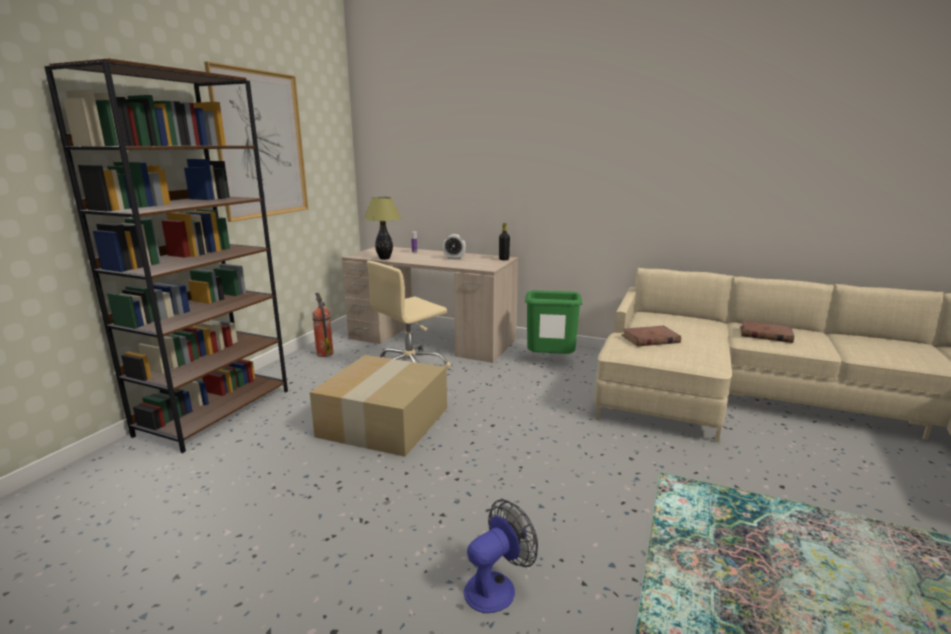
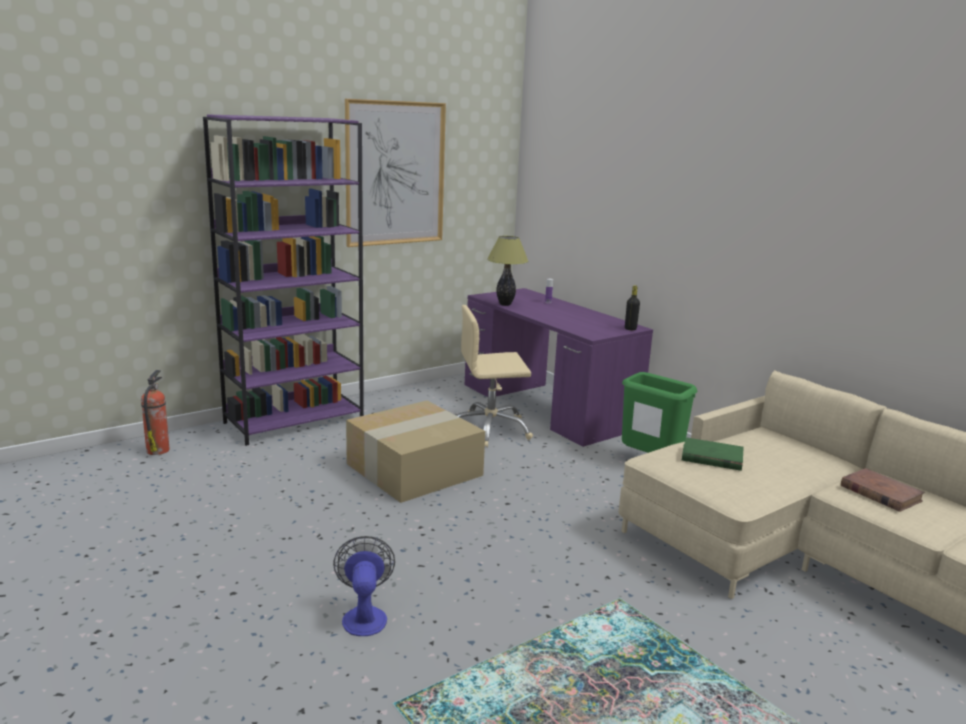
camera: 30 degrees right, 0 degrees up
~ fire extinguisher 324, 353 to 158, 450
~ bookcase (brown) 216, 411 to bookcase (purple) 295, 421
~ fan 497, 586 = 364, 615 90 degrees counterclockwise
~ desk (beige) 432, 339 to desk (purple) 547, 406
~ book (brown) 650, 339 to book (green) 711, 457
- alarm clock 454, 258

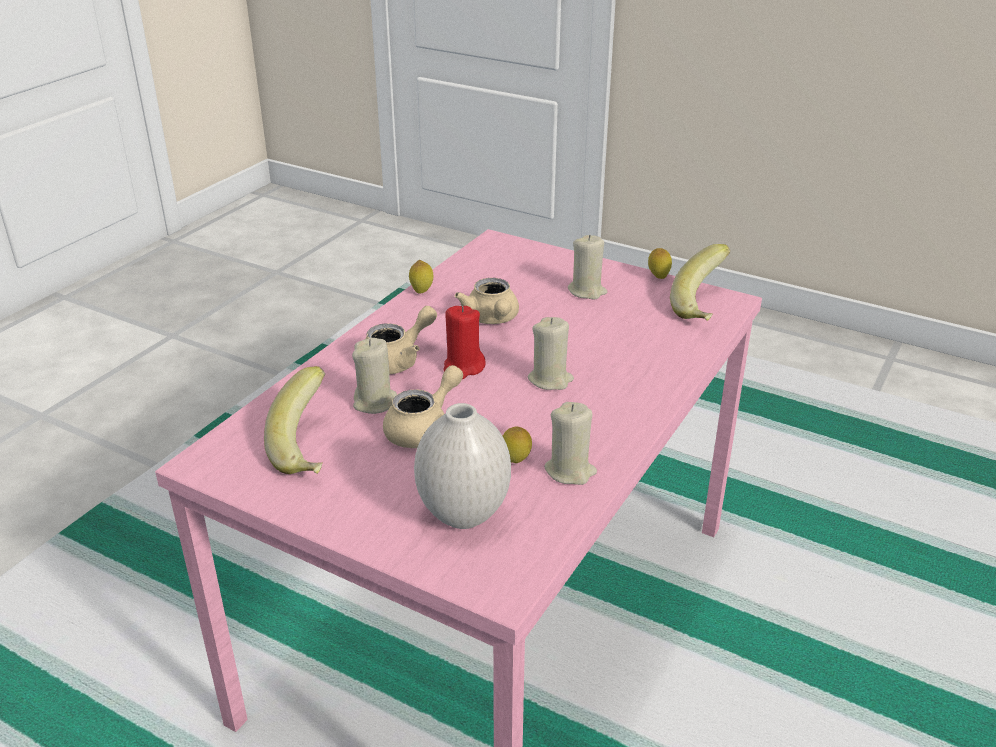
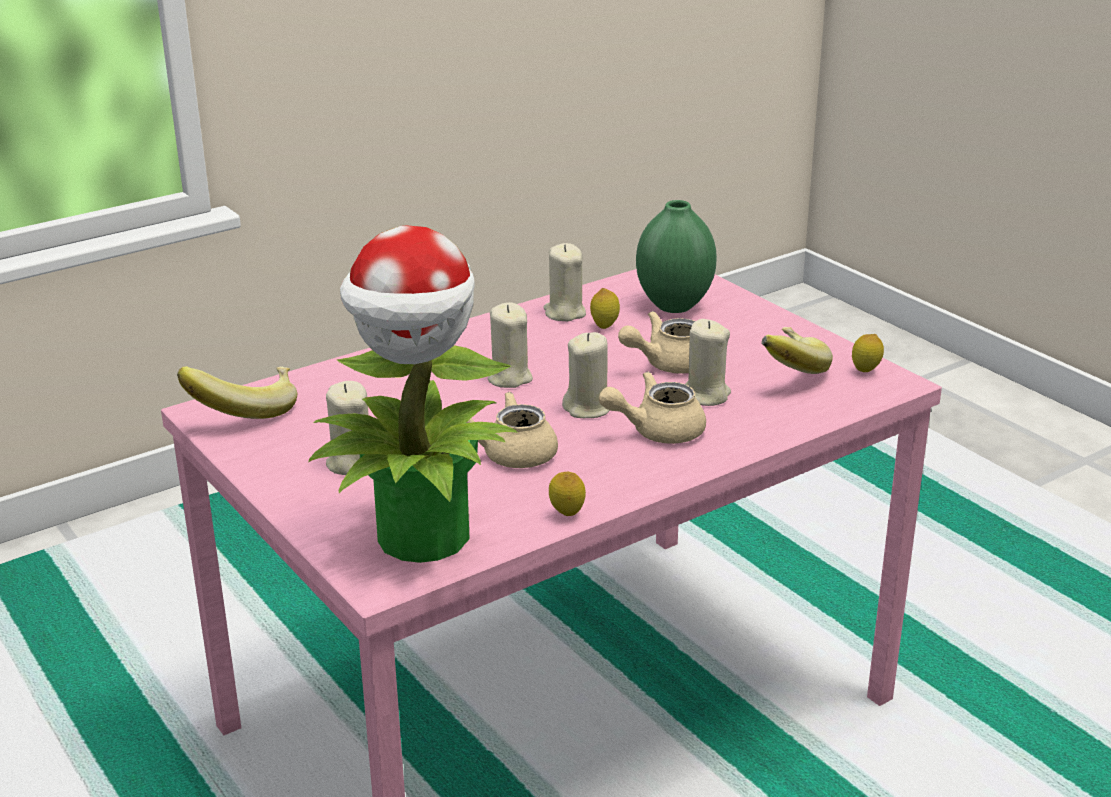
camera: 155 degrees left, 5 degrees down
+ potted plant 424, 538
~ teapot (beige) 492, 319 = 508, 453 105 degrees counterclockwise
~ candle (red) 463, 367 to candle (beige) 588, 408
~ vase (white) 464, 516 to vase (green) 674, 305
~ lemon 658, 277 to 865, 372

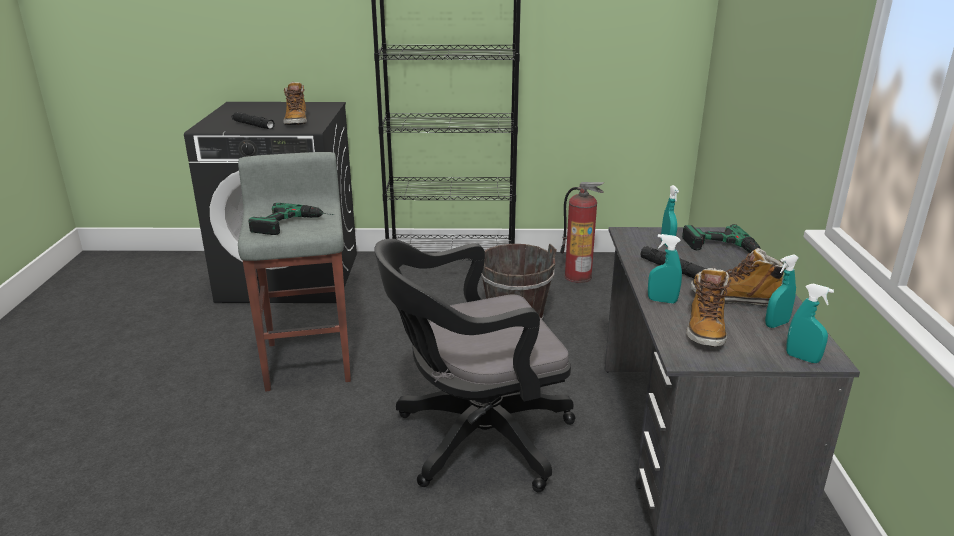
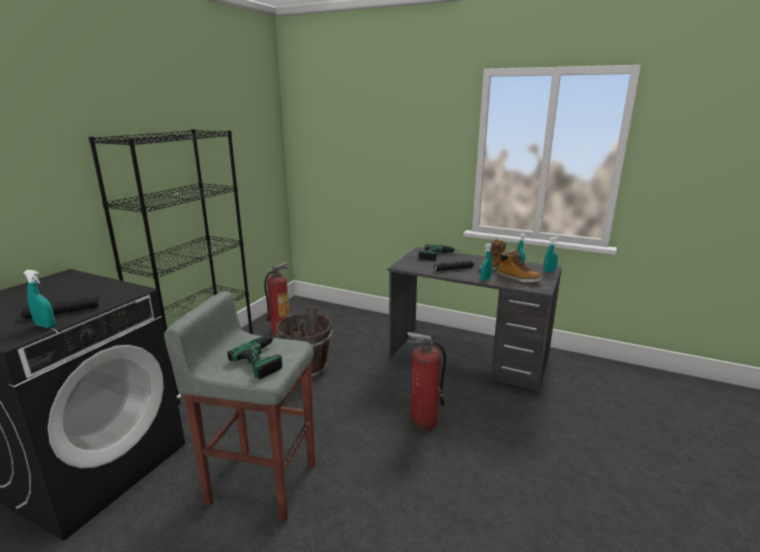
camera: 65 degrees left, 5 degrees down
~ spray bottle (turquoise) 667, 244 to 45, 326
~ office chair (black) 474, 439 to fire extinguisher 423, 422
- boot 296, 121

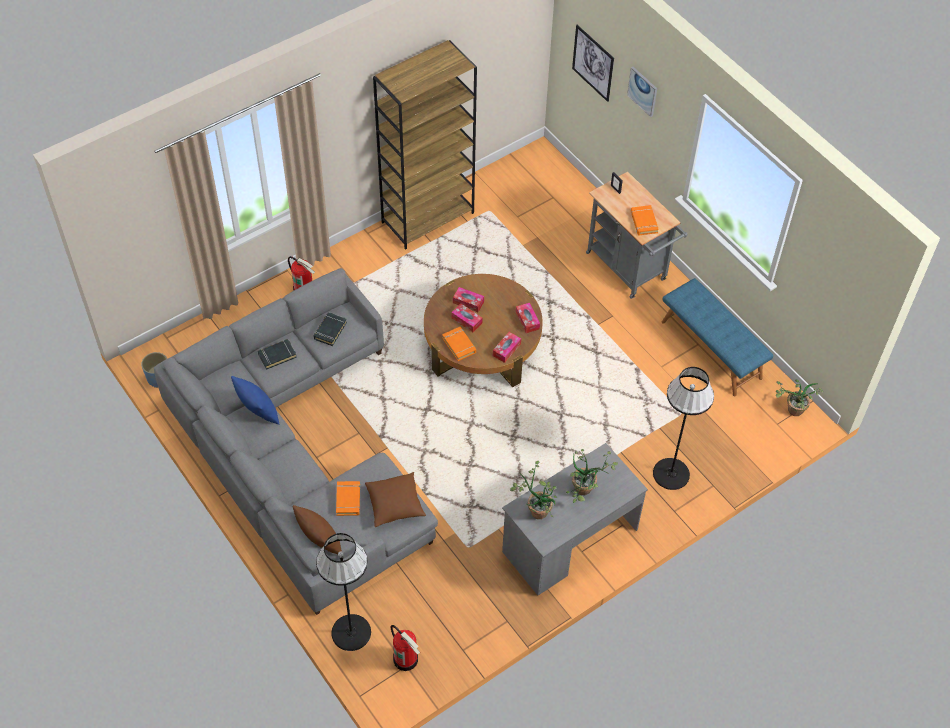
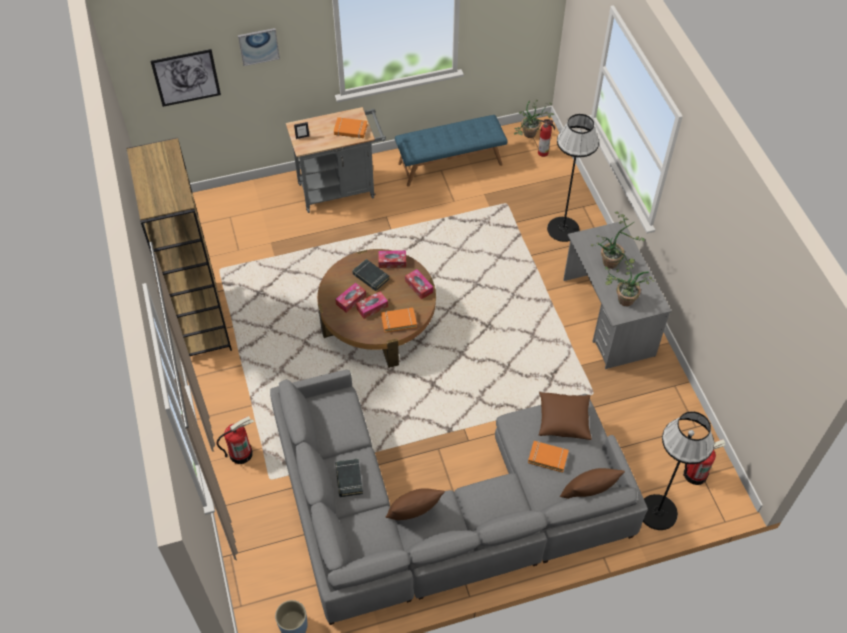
camera: 70 degrees left, 0 degrees up
~ book (black) 330, 330 to 370, 277
~ pillow (blue) 258, 413 to pillow (brown) 414, 515
+ fire extinguisher 543, 153

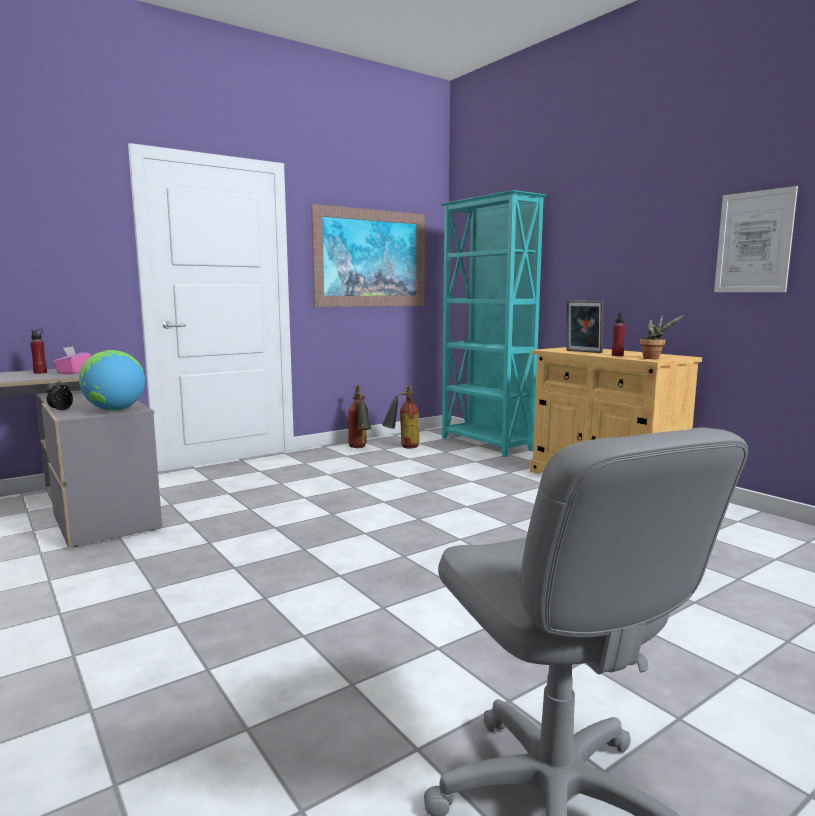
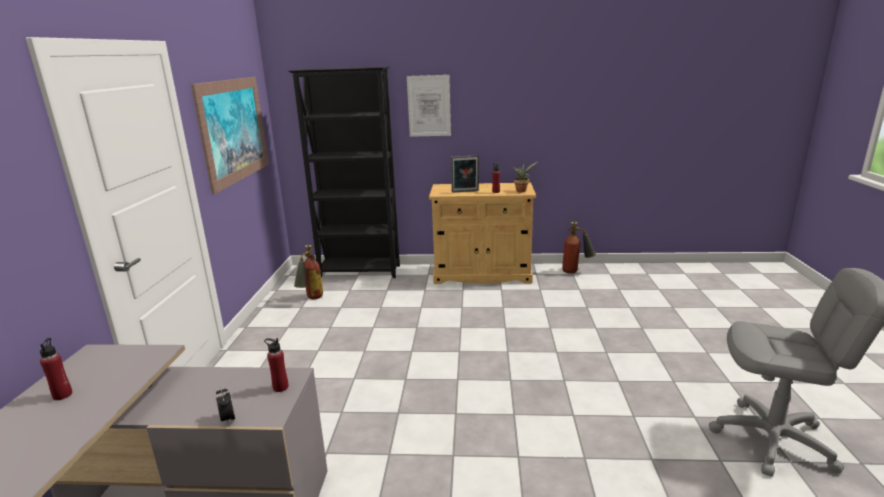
camera: 50 degrees left, 10 degrees up
~ globe 115, 410 to bottle (red) 280, 387
~ bookcase (turquoise) 485, 444 to bookcase (black) 360, 272
~ picture 754, 242 to 429, 106
~ fire extinguisher 359, 448 to 576, 271
- tissue box (pink) 73, 372

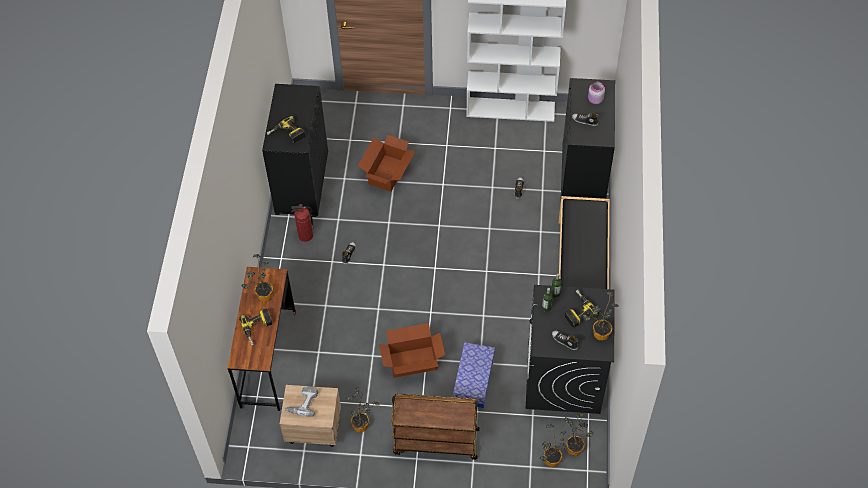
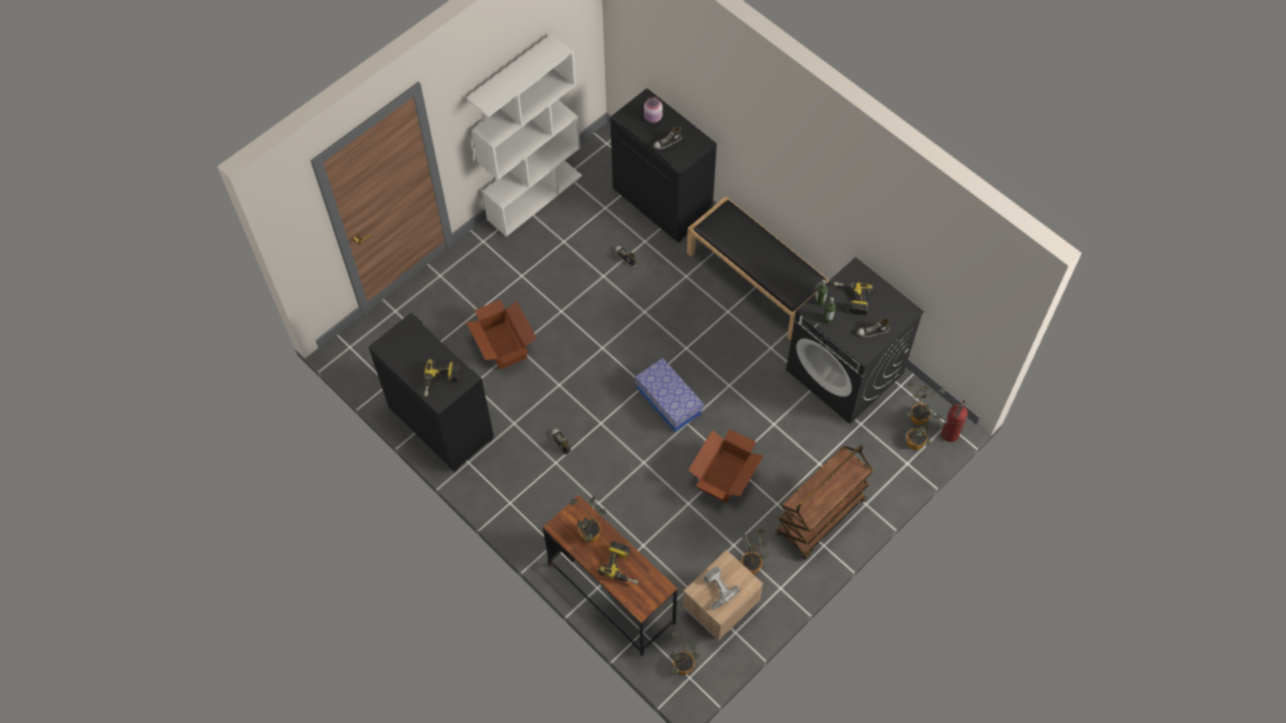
camera: 50 degrees left, 5 degrees up
~ storage box 474, 380 to 668, 401
~ potted plant 598, 333 to 681, 668
~ fire extinguisher 305, 236 to 950, 434

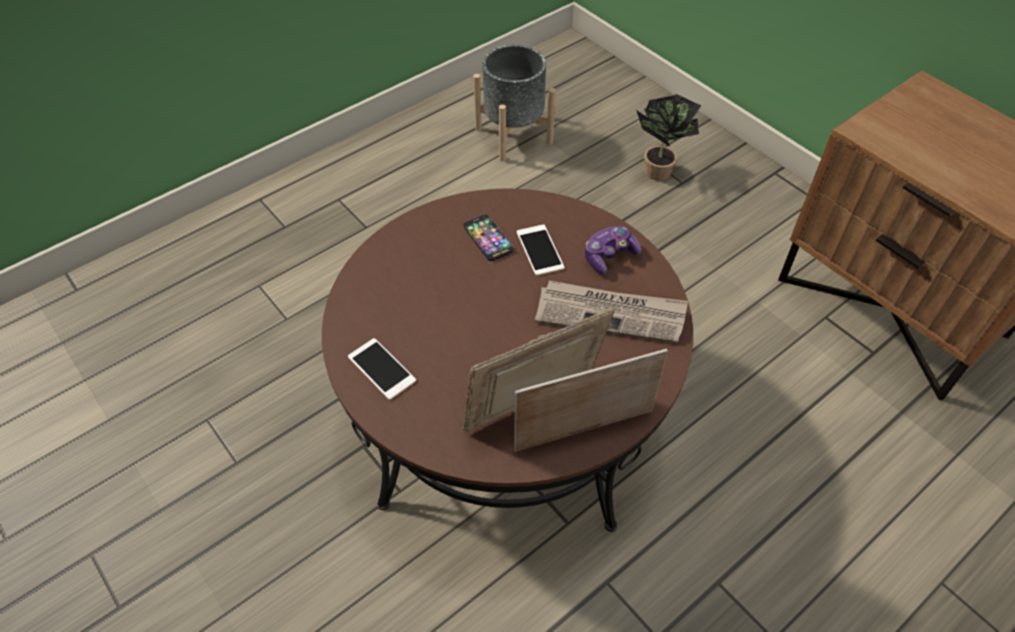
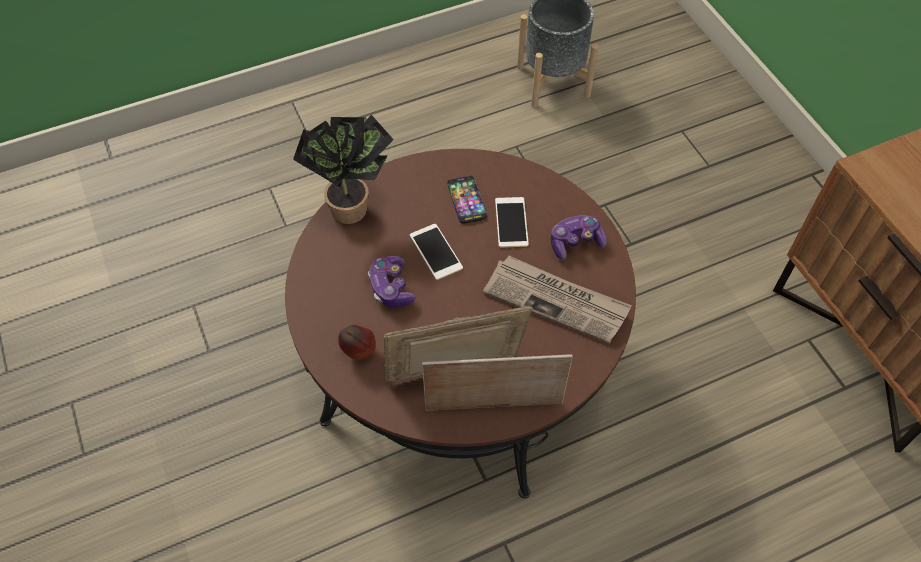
camera: 15 degrees right, 5 degrees up
~ potted plant 658, 168 to 352, 206
+ apple 359, 352
+ game controller 391, 288
~ phone 381, 369 to 436, 251

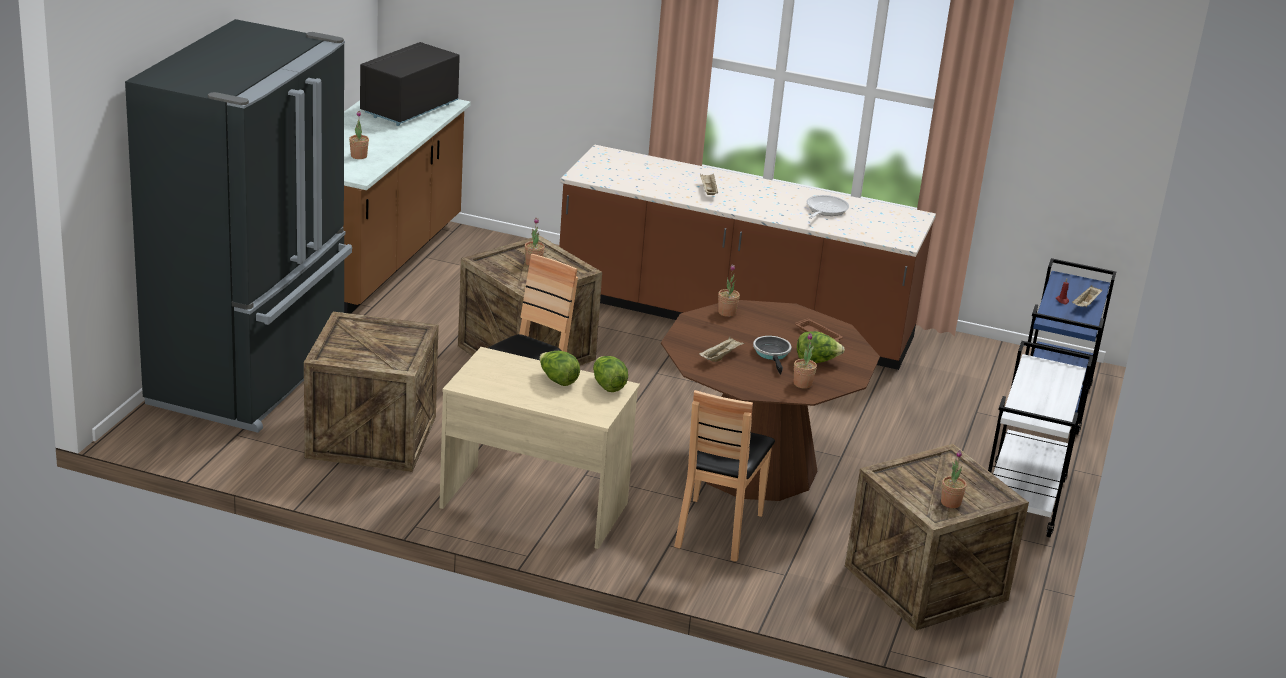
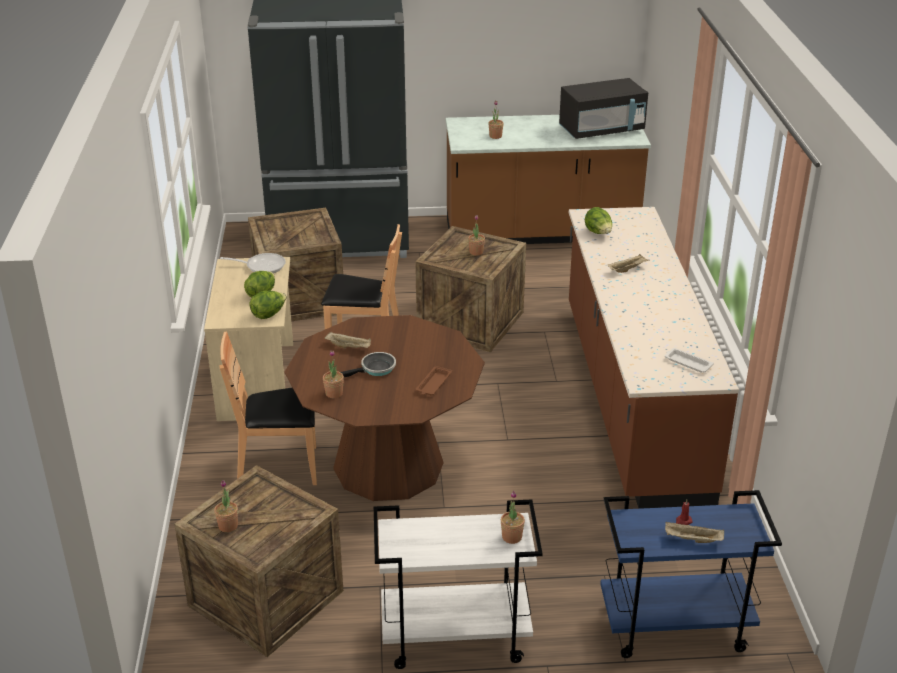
camera: 70 degrees right, 5 degrees up
~ frying pan 825, 210 to 262, 266
~ potted plant 726, 312 to 512, 537
~ microwave (black) 409, 109 = 601, 130 150 degrees clockwise
~ lettuce 816, 361 to 598, 233
+ tray (white) 687, 363

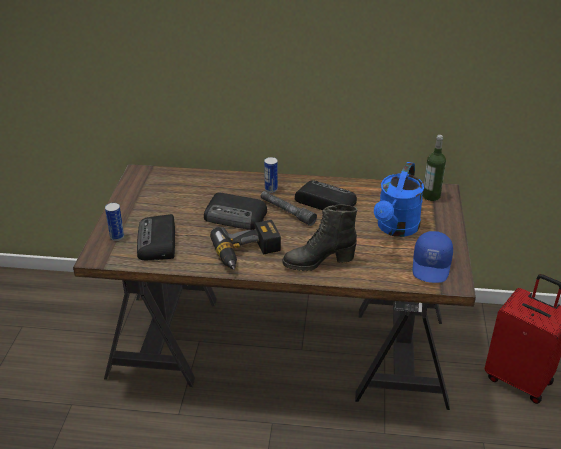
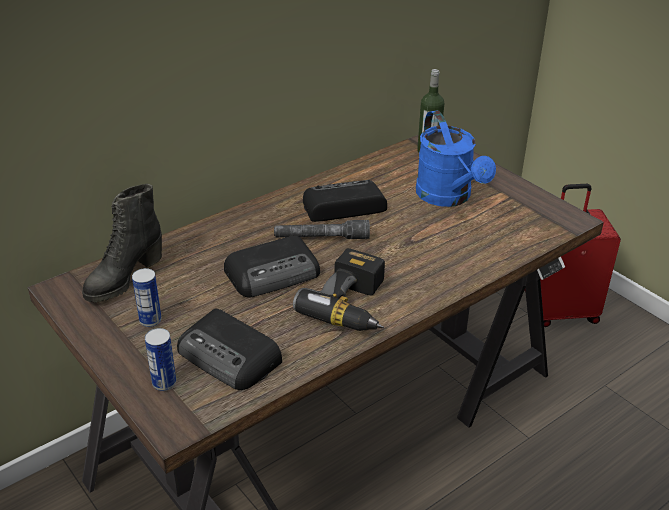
camera: 45 degrees left, 0 degrees up
~ boot (black) 318, 261 to 124, 278
~ can 271, 189 to 150, 320
- cap (blue) 432, 266

